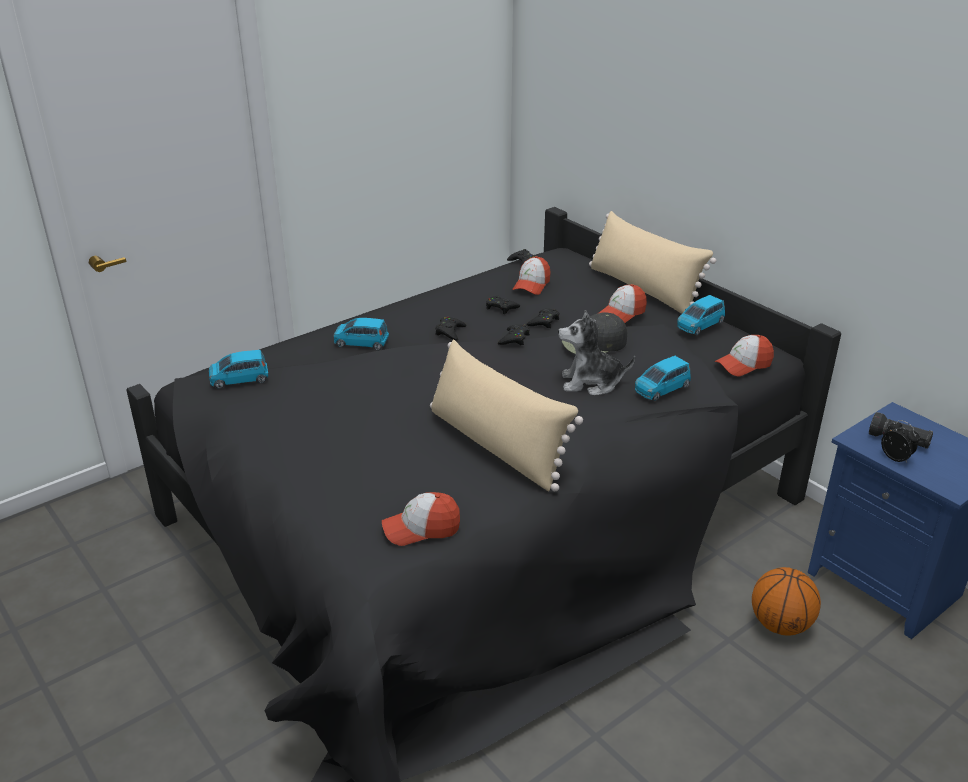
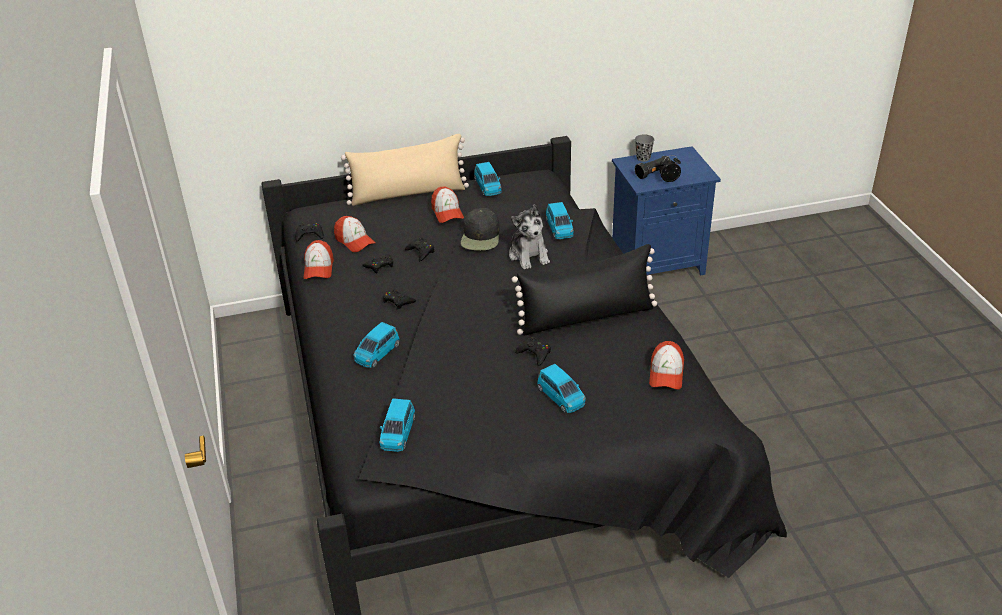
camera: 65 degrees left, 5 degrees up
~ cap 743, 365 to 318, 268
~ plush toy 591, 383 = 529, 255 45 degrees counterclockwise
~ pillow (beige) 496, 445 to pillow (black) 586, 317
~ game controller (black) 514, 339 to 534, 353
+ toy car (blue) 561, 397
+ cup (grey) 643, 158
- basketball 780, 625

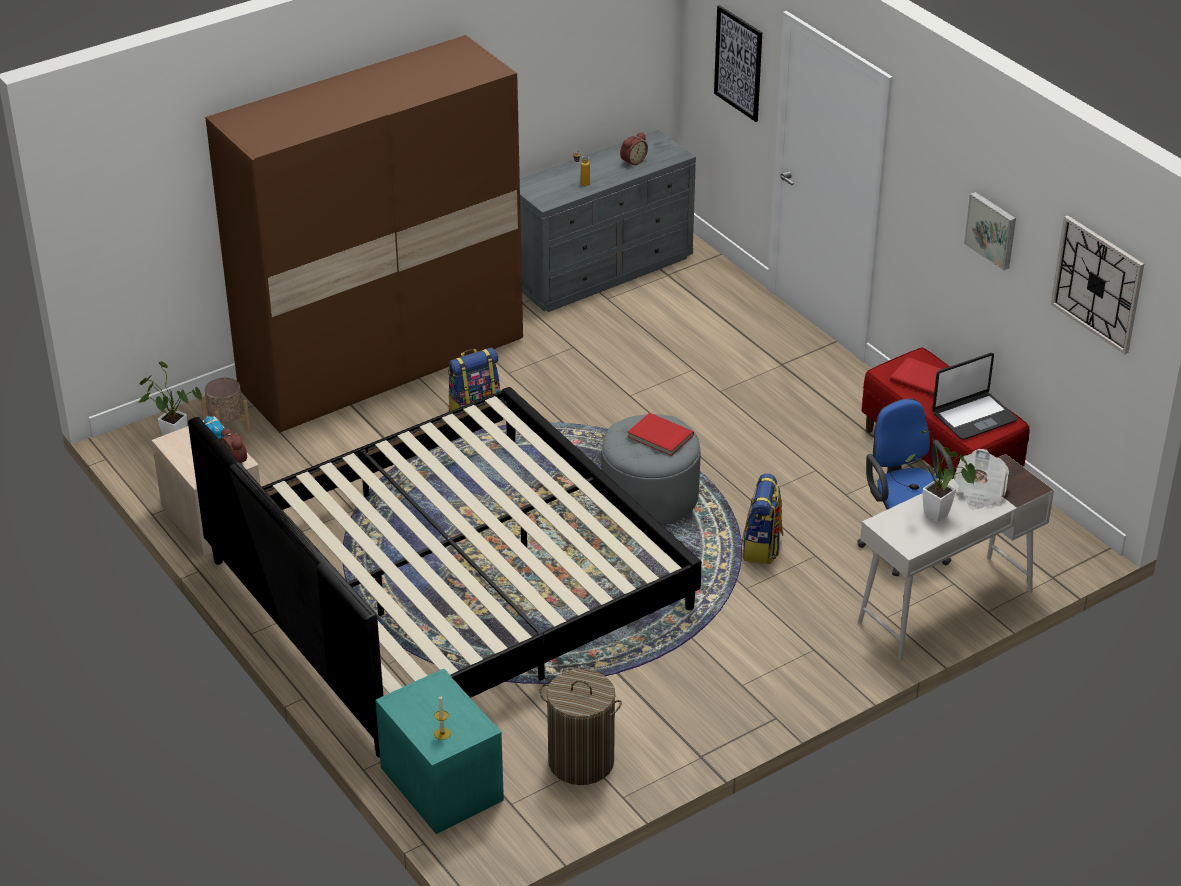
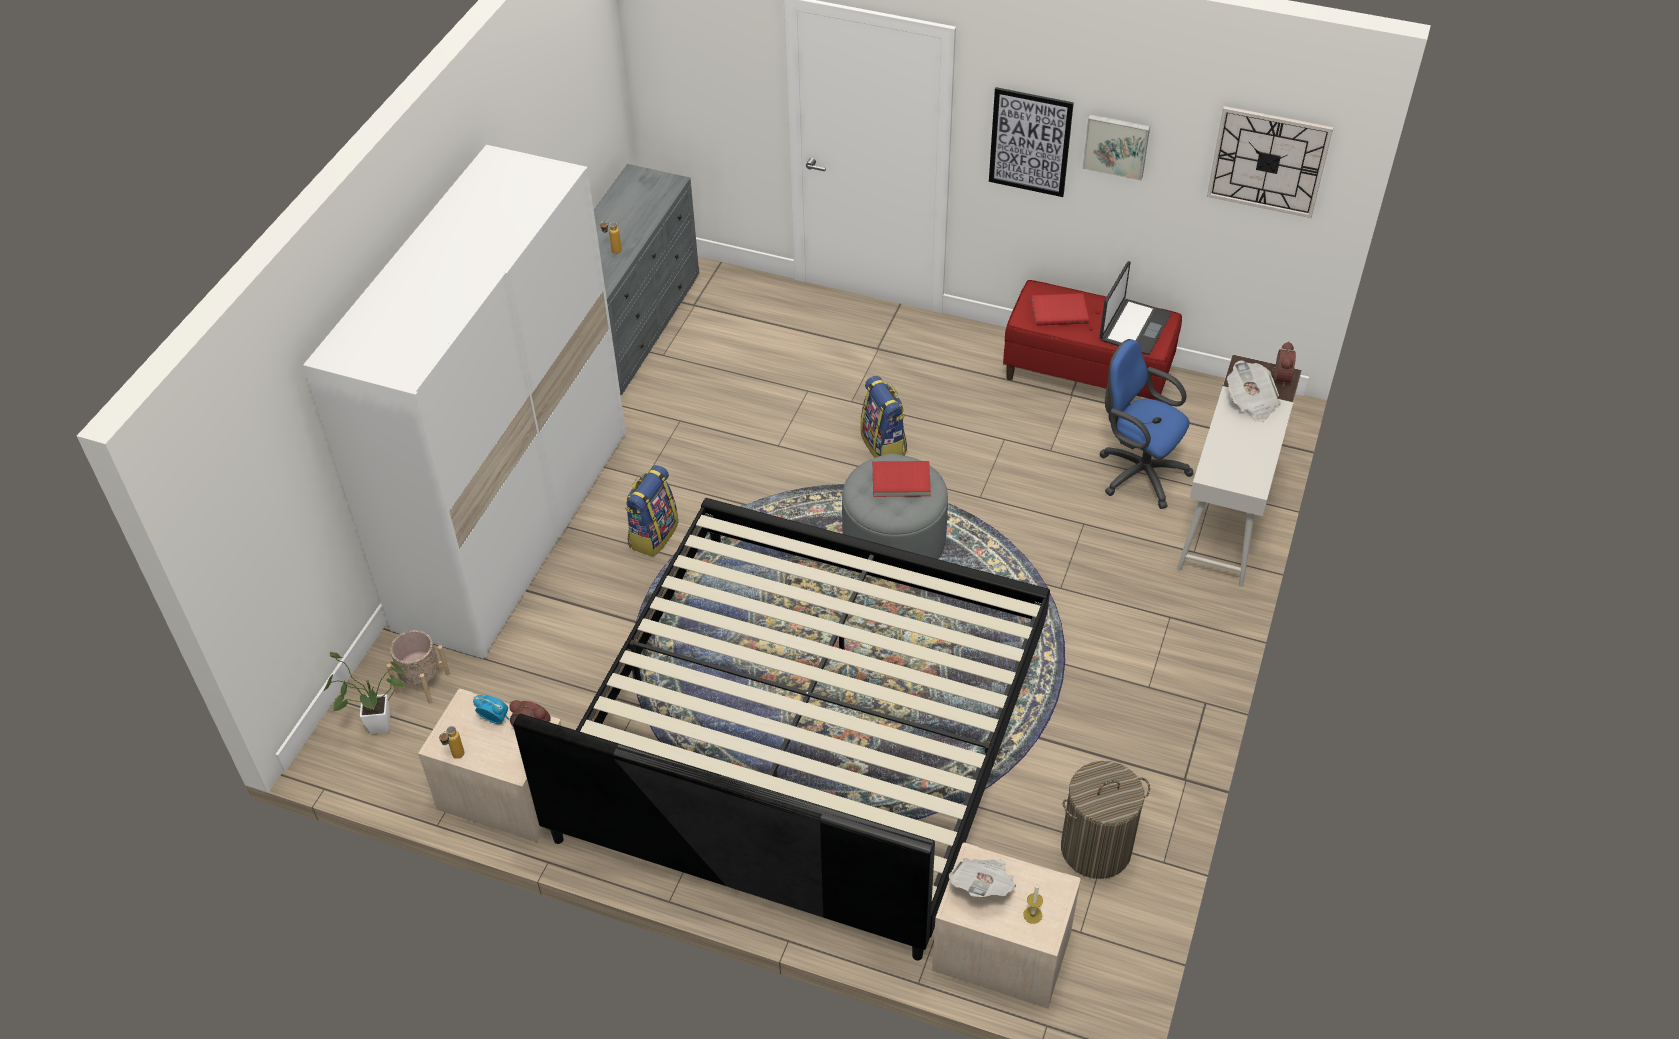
camera: 35 degrees left, 10 degrees up
~ wardrobe (brown) 383, 363 to wardrobe (white) 514, 528
+ bottle 455, 758
~ backpack 762, 547 to 884, 445
~ nightstand (turquoise) 441, 783 to nightstand (beige) 1001, 951
+ newspaper 983, 885
~ picture 738, 63 to 1030, 142
~ alarm clock 632, 161 to 1279, 377
- potted plant 940, 518

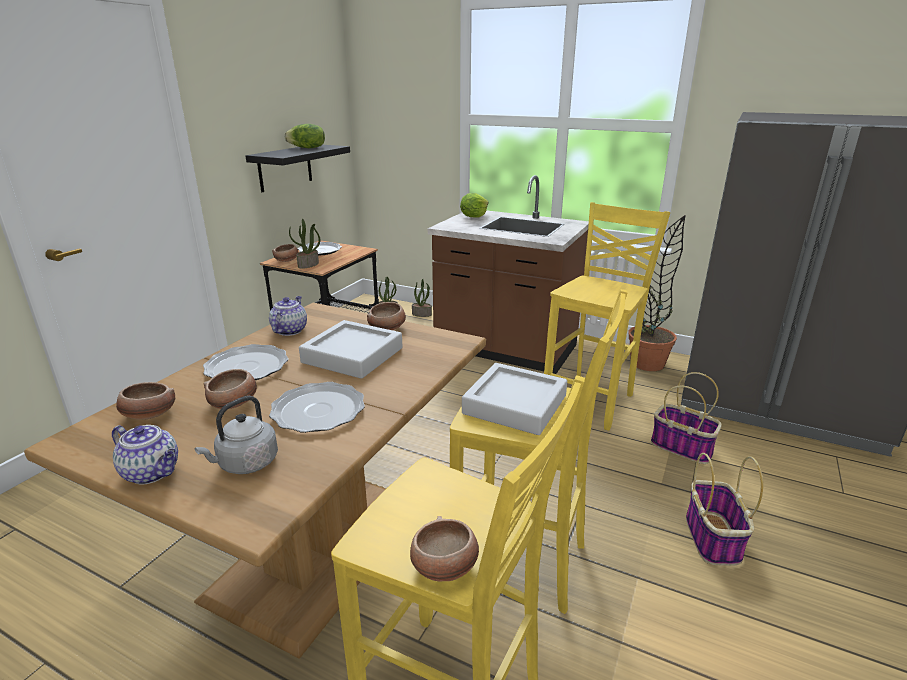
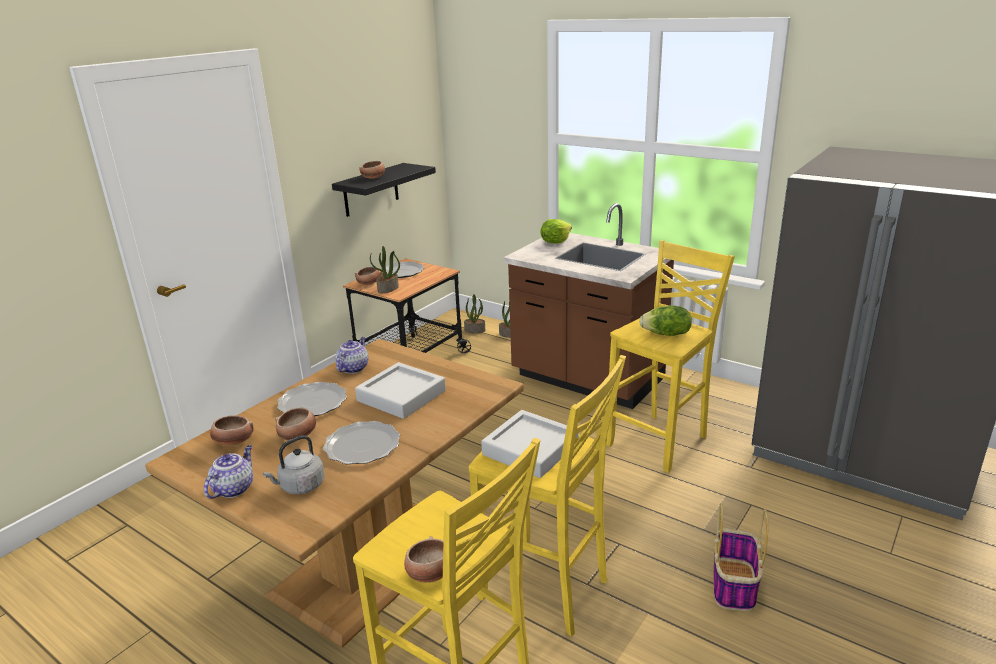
camera: 10 degrees right, 0 degrees up
~ teapot 153, 472 = 234, 488 105 degrees counterclockwise
~ bowl 388, 328 to 374, 177
~ lettuce 307, 148 to 666, 334
- potted plant 647, 363
- basket 682, 447

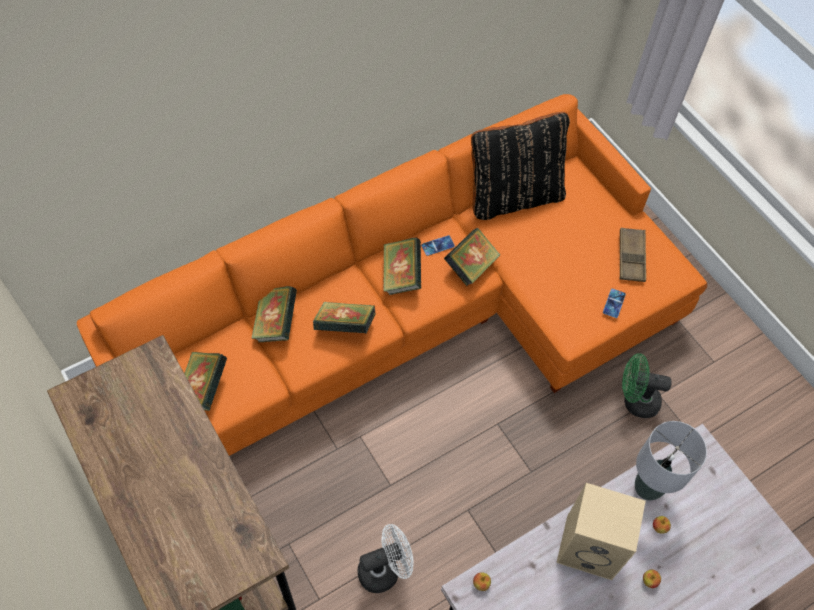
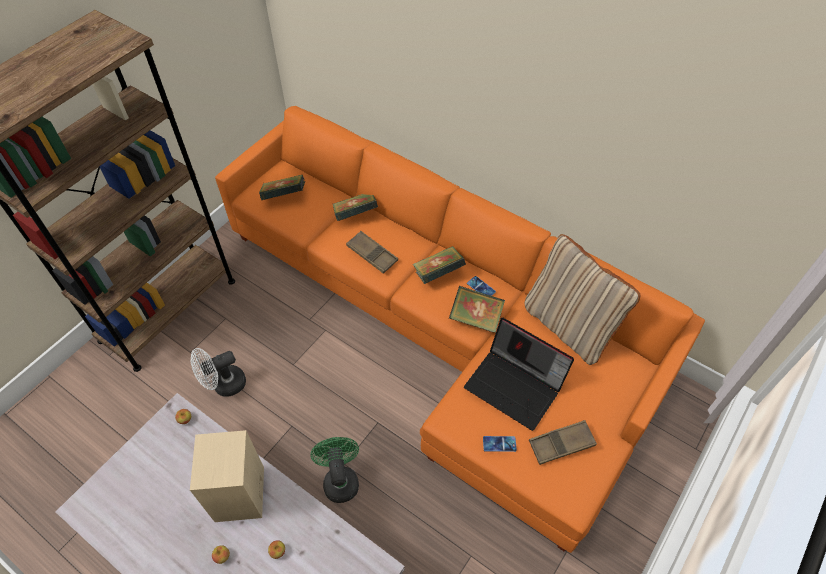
camera: 70 degrees right, 5 degrees down
~ fan (white) 384, 569 = 224, 385 105 degrees clockwise
~ fan (green) 635, 401 to 340, 479
~ book 345, 326 to tray (brown) 372, 254
+ laptop 515, 386
~ pillow (black) 514, 196 to pillow (beige) 569, 326
- table lamp (grey) 647, 487

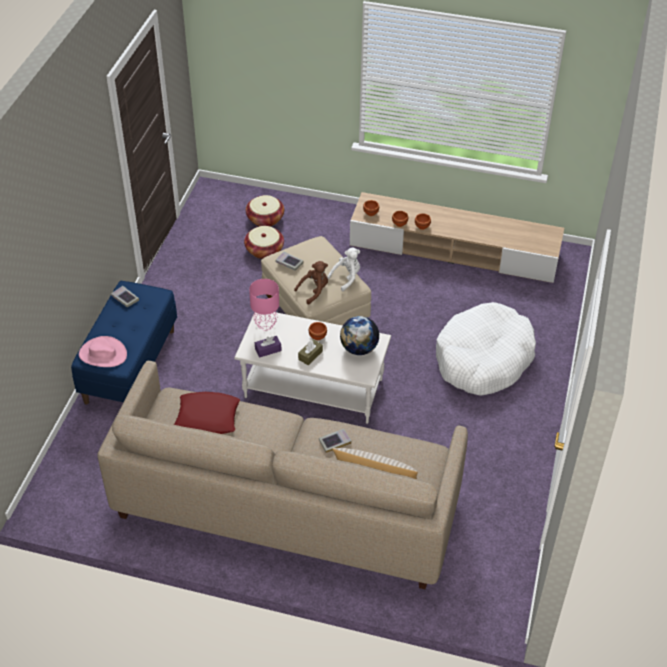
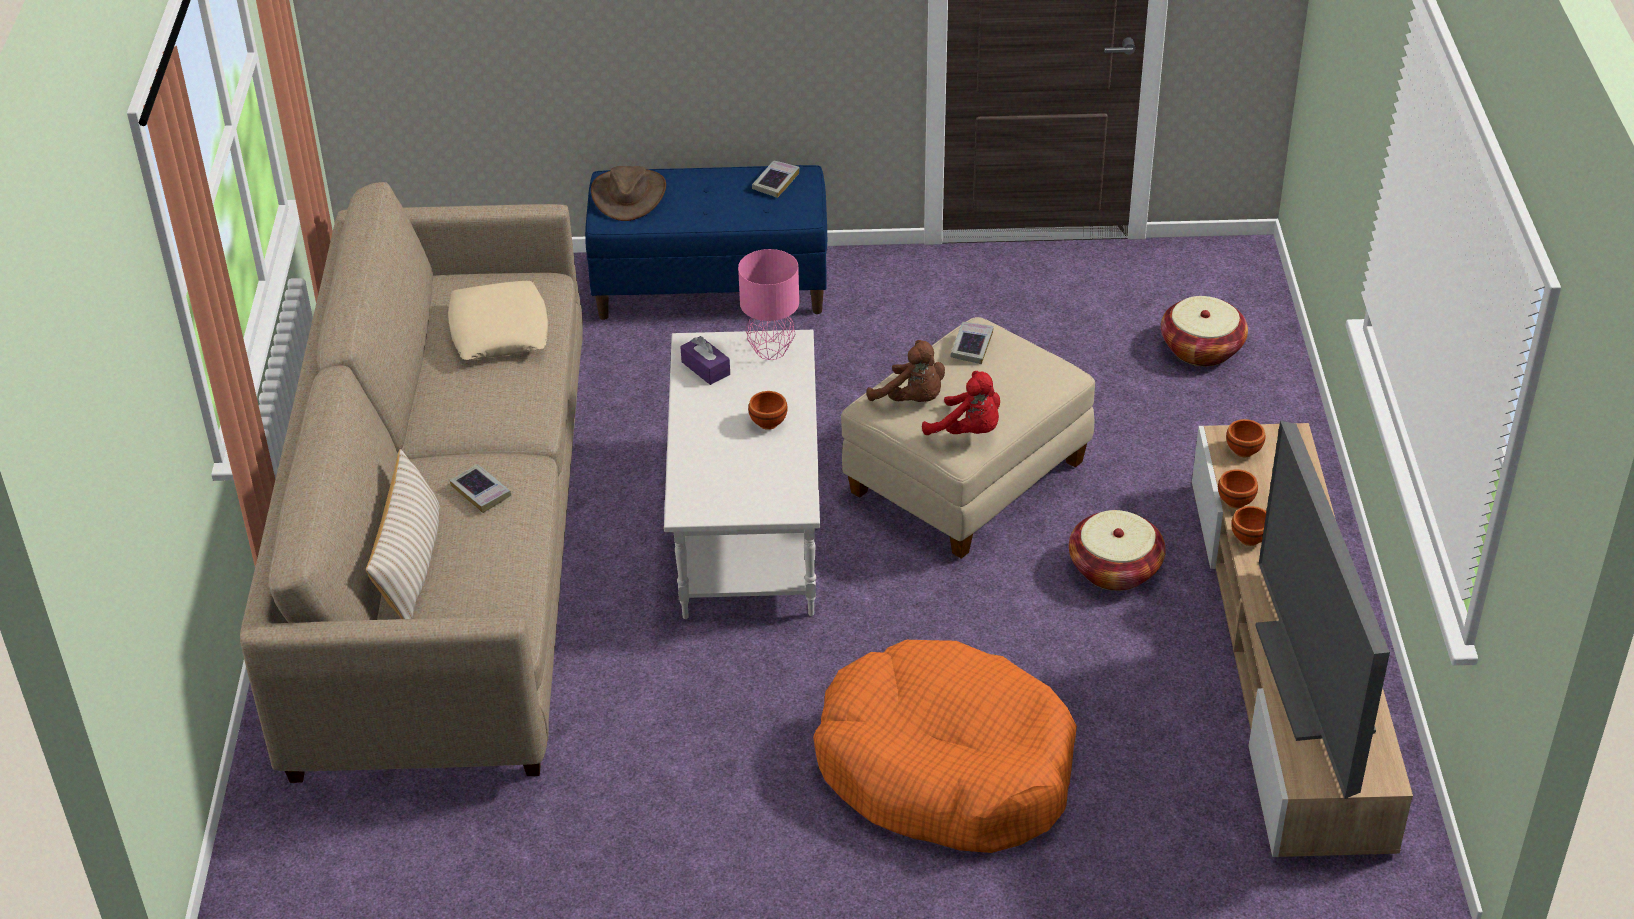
camera: 75 degrees right, 5 degrees down
~ pillow (red) 207, 417 to pillow (beige) 499, 330
~ hat (pink) 102, 354 to hat (brown) 628, 195
~ dog bed (white) 483, 359 to dog bed (orange) 945, 768
~ plush toy (white) 346, 278 to plush toy (red) 968, 431
~ basket 264, 250 to 1114, 569
+ television 1313, 680
- tissue box (brown) 310, 355
- globe 359, 349

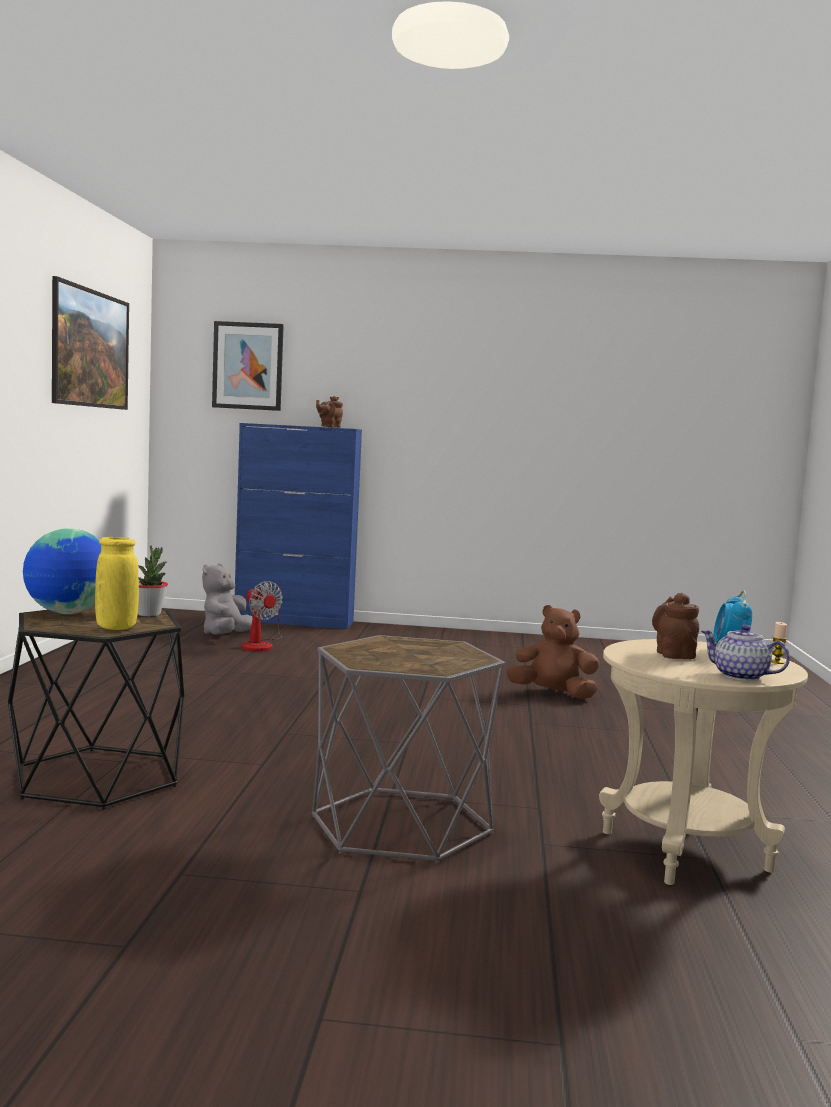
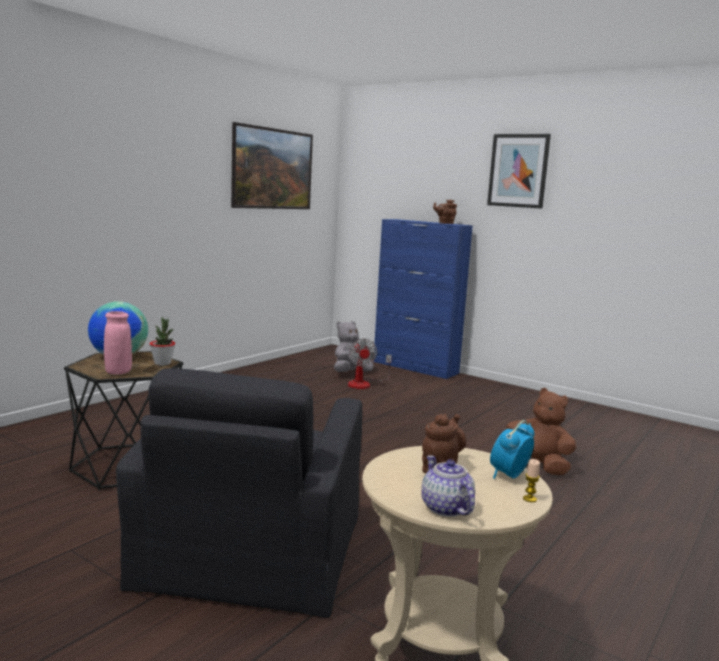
camera: 30 degrees right, 5 degrees up
~ vase (yellow) 116, 627 to vase (pink) 118, 372
~ side table (grey) 401, 825 to armchair (black) 251, 553
~ picture 248, 366 to 518, 171

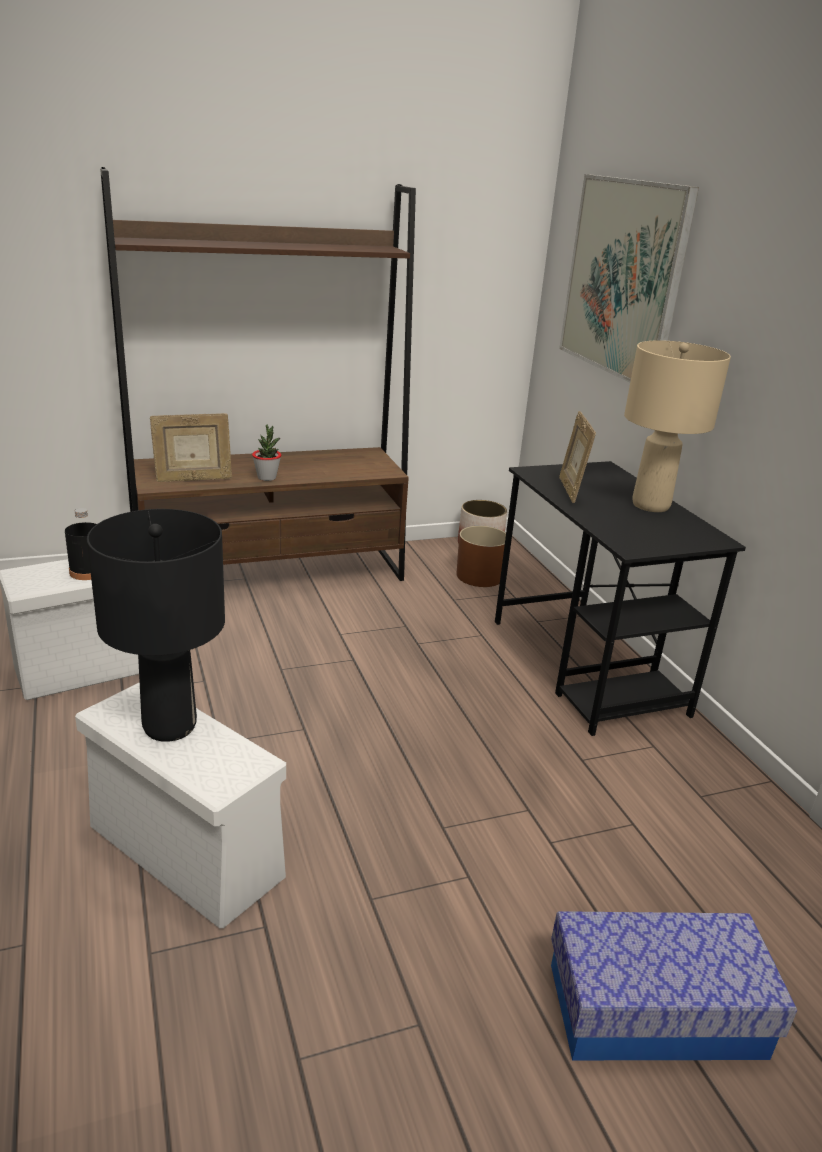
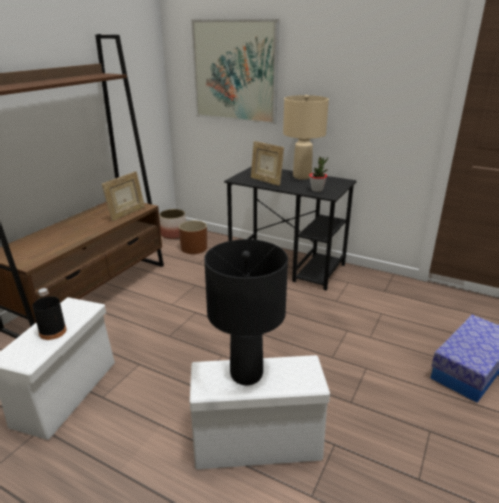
camera: 40 degrees left, 0 degrees up
~ picture frame 193, 479 to 127, 214
~ potted plant 267, 478 to 317, 190

